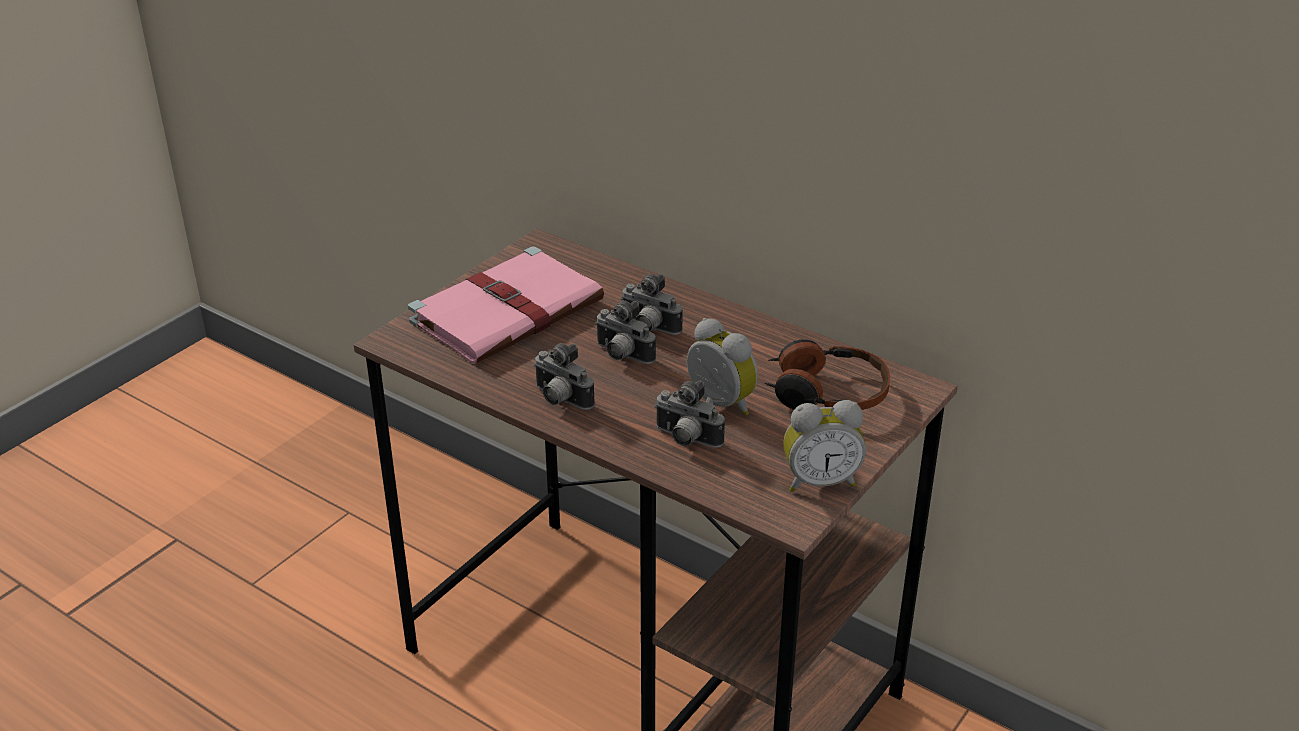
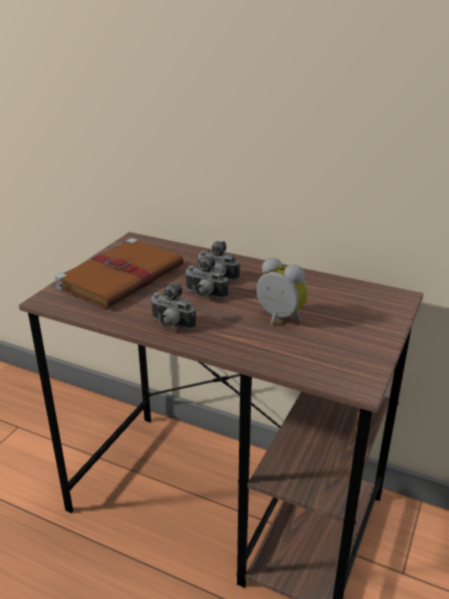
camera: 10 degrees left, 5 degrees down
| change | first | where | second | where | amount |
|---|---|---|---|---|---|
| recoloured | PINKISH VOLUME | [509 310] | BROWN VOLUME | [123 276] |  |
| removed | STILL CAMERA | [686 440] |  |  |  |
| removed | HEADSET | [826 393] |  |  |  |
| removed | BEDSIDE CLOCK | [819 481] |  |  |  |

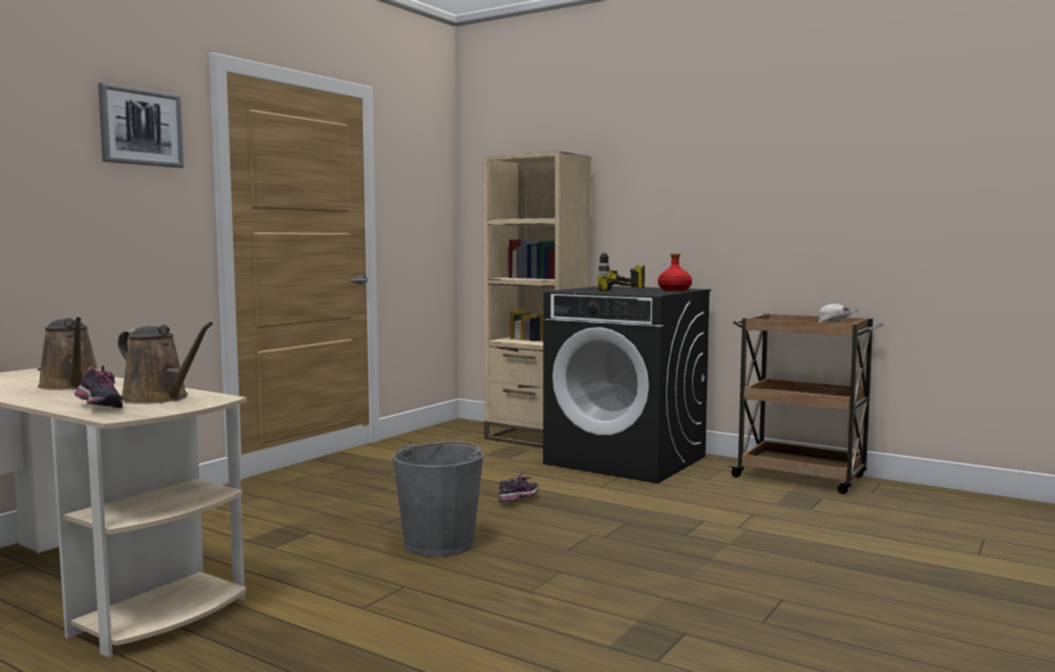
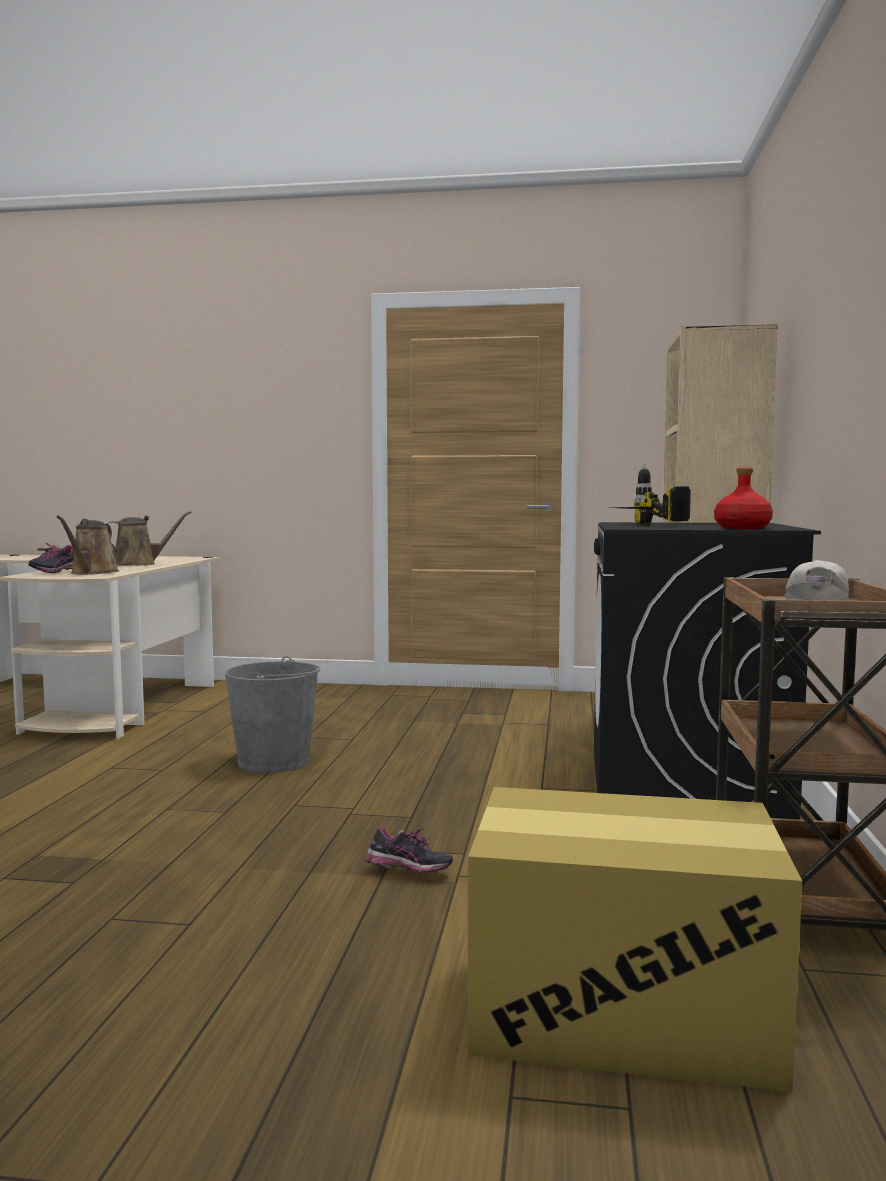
camera: 65 degrees right, 0 degrees up
| change | first | where | second | where | amount |
|---|---|---|---|---|---|
| turned | BROWN WATERING POT | [72 385] |  | [139 564] | 150 degrees counterclockwise |
| removed | WALL ART | [141 127] |  |  |  |
| moved | LOW SHOE | [518 501] |  | [408 873] |  |
| added |  |  | CARTON | [623 1011] |  |

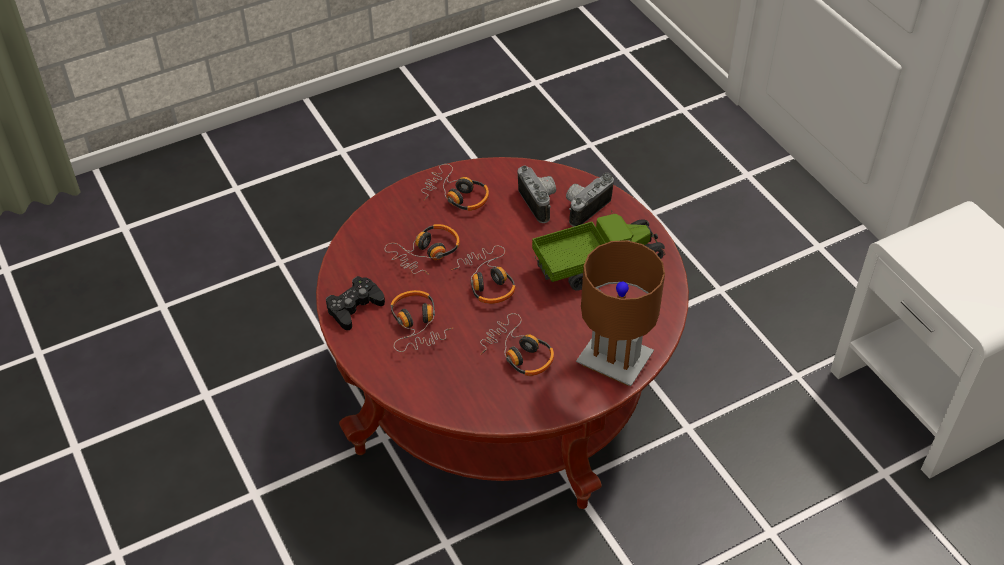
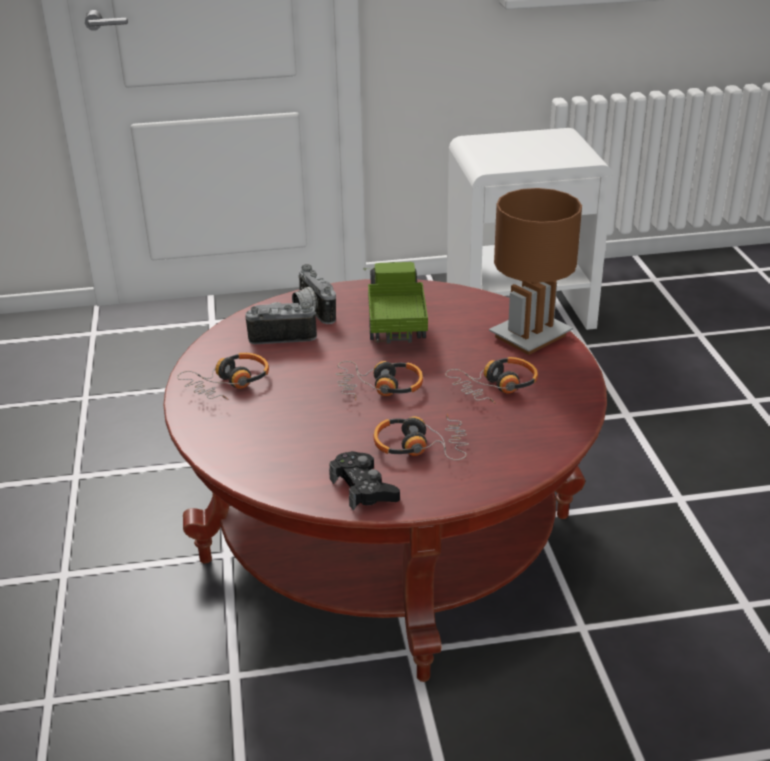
camera: 70 degrees left, 15 degrees down
| change | first | where | second | where | amount |
|---|---|---|---|---|---|
| removed | HEADSET | [426 254] |  |  |  |

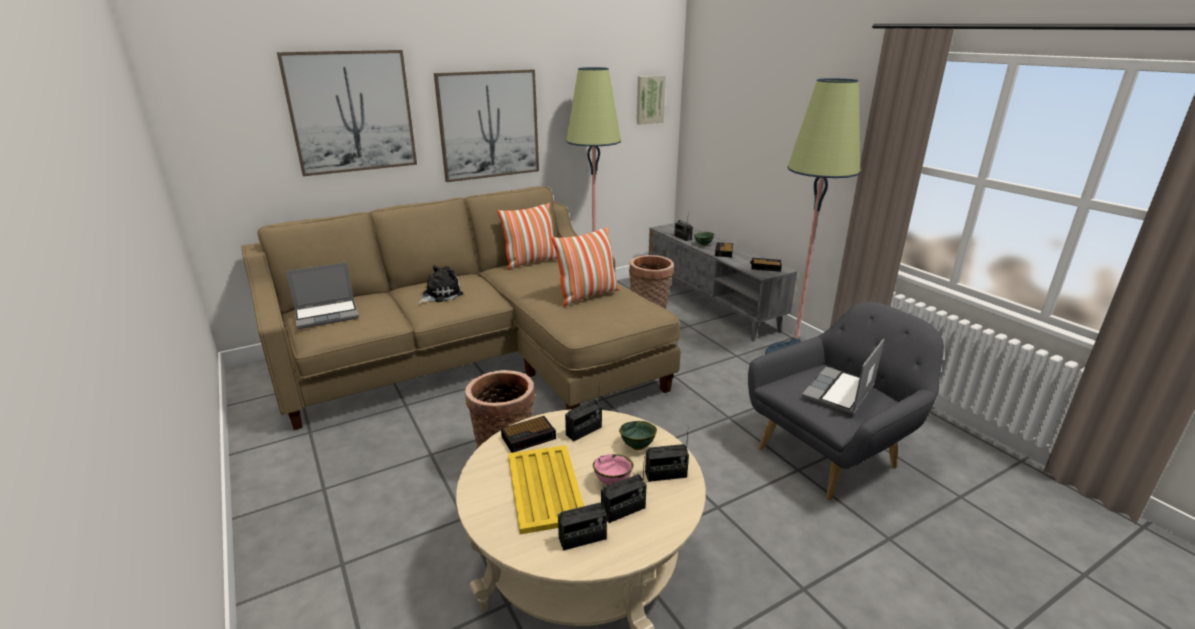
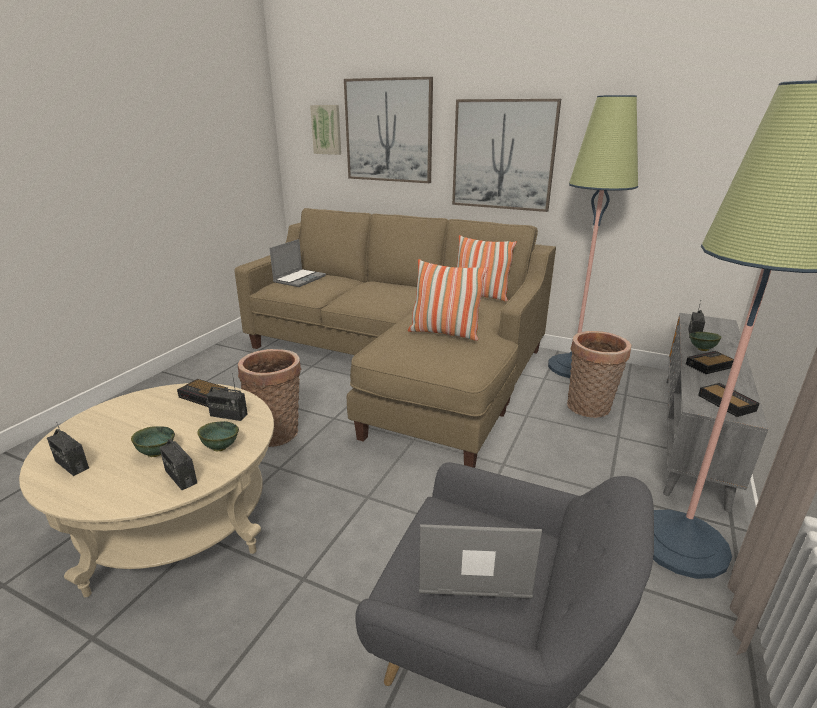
camera: 55 degrees right, 0 degrees up
| change | first | where | second | where | amount |
|---|---|---|---|---|---|
| turned | NOTEBOOK COMPUTER | [328 315] |  | [299 279] | 90 degrees counterclockwise |
| removed | SOFT TOY | [440 295] |  |  |  |
| removed | YELLOW-COLOURED SERVING TRAY | [545 489] |  |  |  |
| recoloured | PINKISH DEEP DISH | [612 482] | GREENISH DEEP DISH | [156 453] |  |
| removed | RADIO SET | [623 510] |  |  |  |
| moved | WALL ART | [649 99] |  | [327 130] |  |

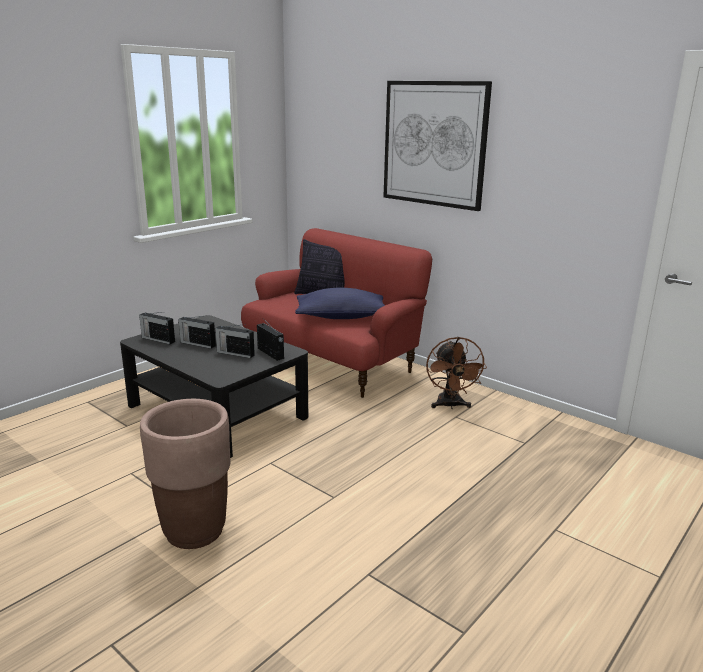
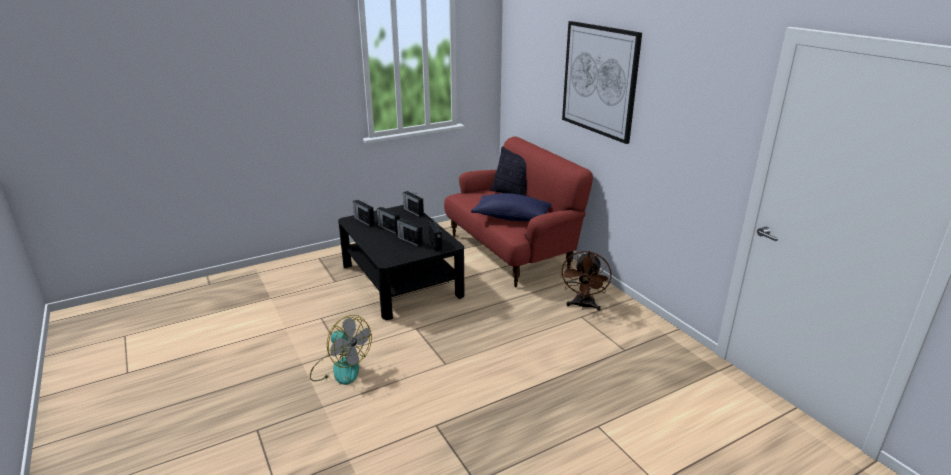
camera: 20 degrees right, 5 degrees up
| change | first | where | second | where | amount |
|---|---|---|---|---|---|
| replaced | BROWN PLANT POT | [194 531] | FAN | [340 368] |  |
| added |  |  | RADIO SET | [413 211] |  |

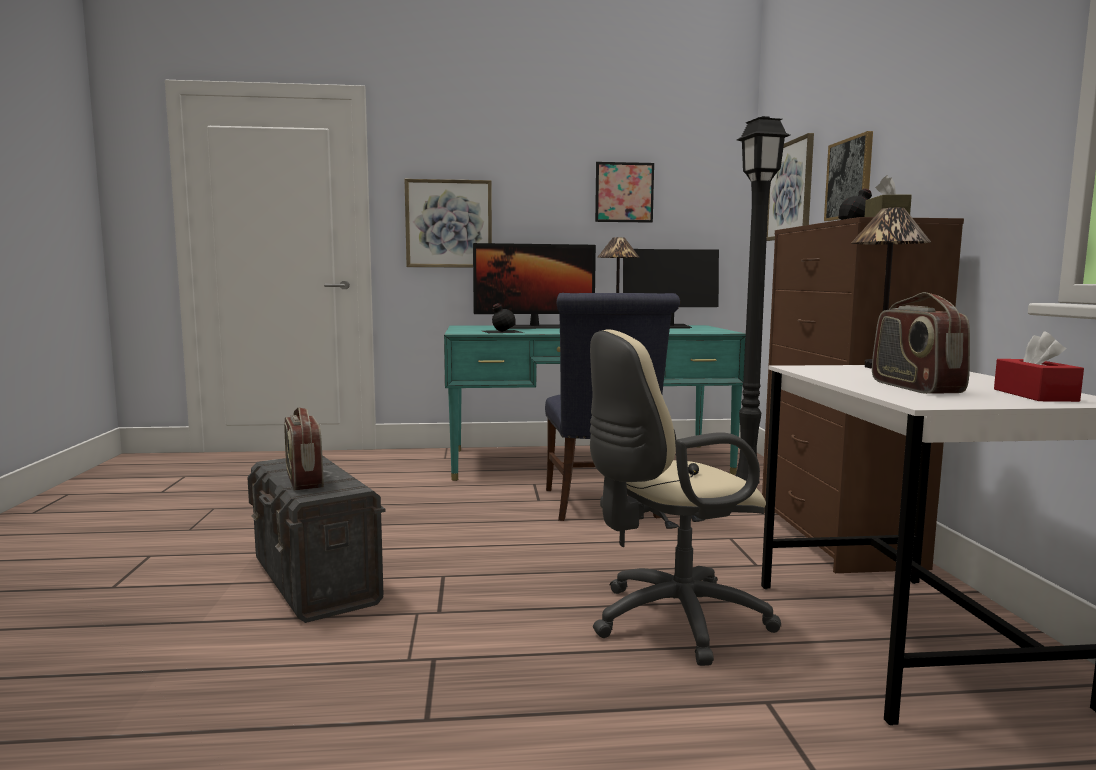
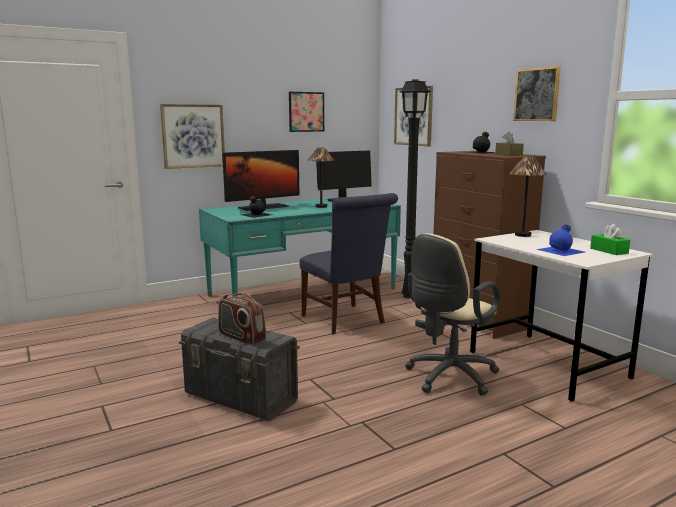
camera: 25 degrees left, 5 degrees up
| change | first | where | second | where | amount |
|---|---|---|---|---|---|
| moved | WALL ART | [849 178] |  | [537 94] |  |
| replaced | RADIO SET | [914 387] | BLUE DRINK BOTTLE | [562 250] |  |
| recoloured | RED TISSUE HOLDER | [1034 395] | GREENISH TISSUE HOLDER | [609 251] |  |

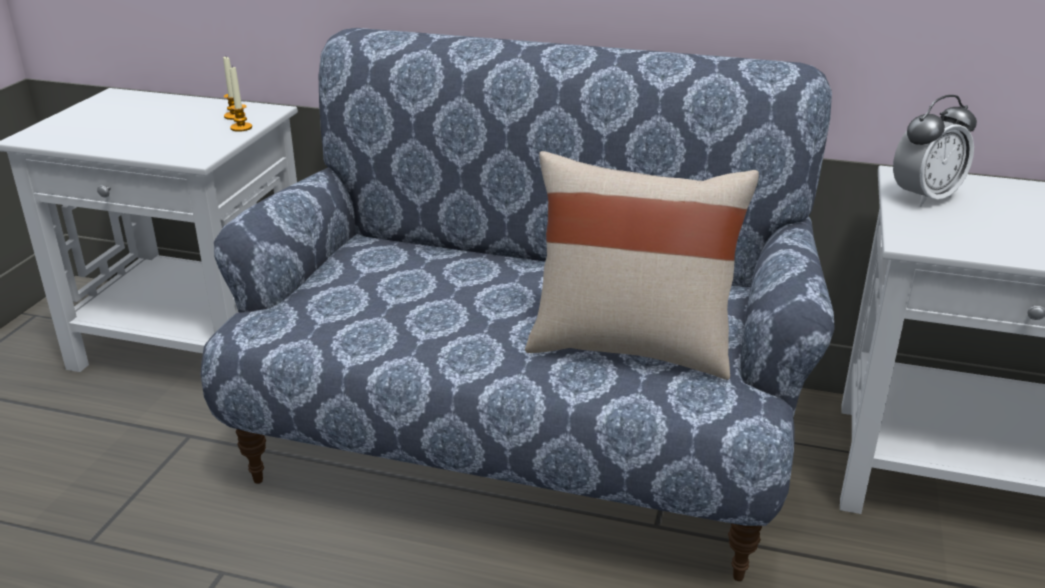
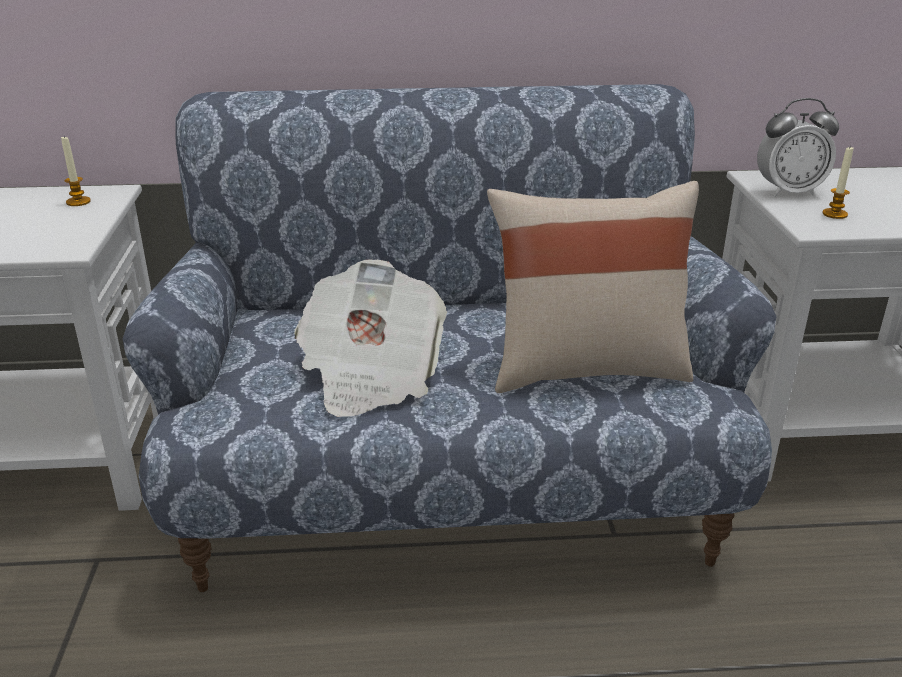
camera: 20 degrees left, 0 degrees up
| change | first | where | second | where | amount |
|---|---|---|---|---|---|
| moved | WAX CANDLE | [241 127] |  | [834 214] |  |
| turned | BEDSIDE CLOCK | [924 197] |  | [788 192] | 45 degrees clockwise |
| added |  |  | DAILY PAPER | [370 374] |  |

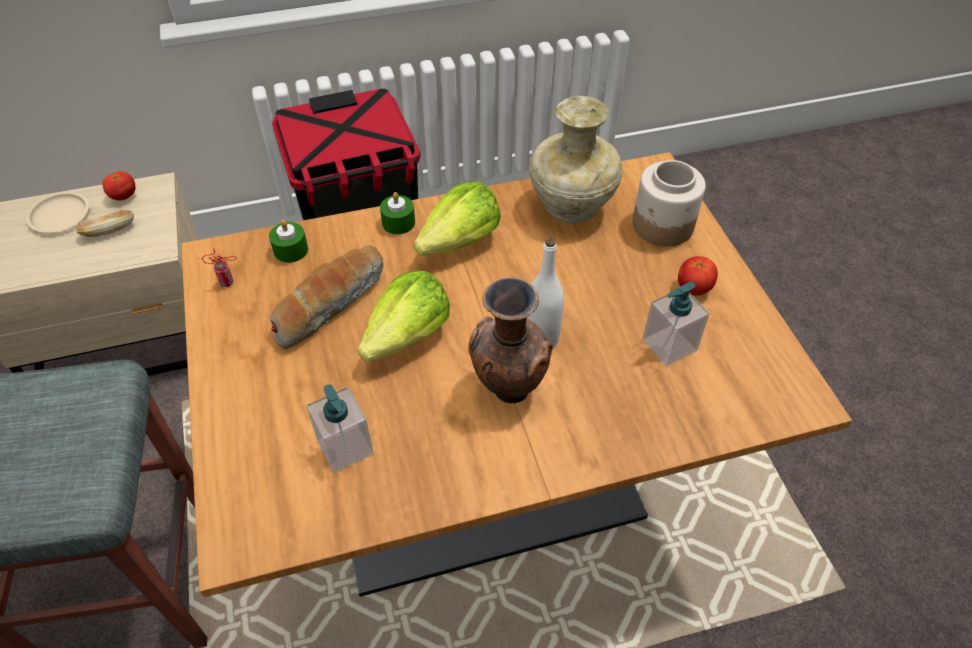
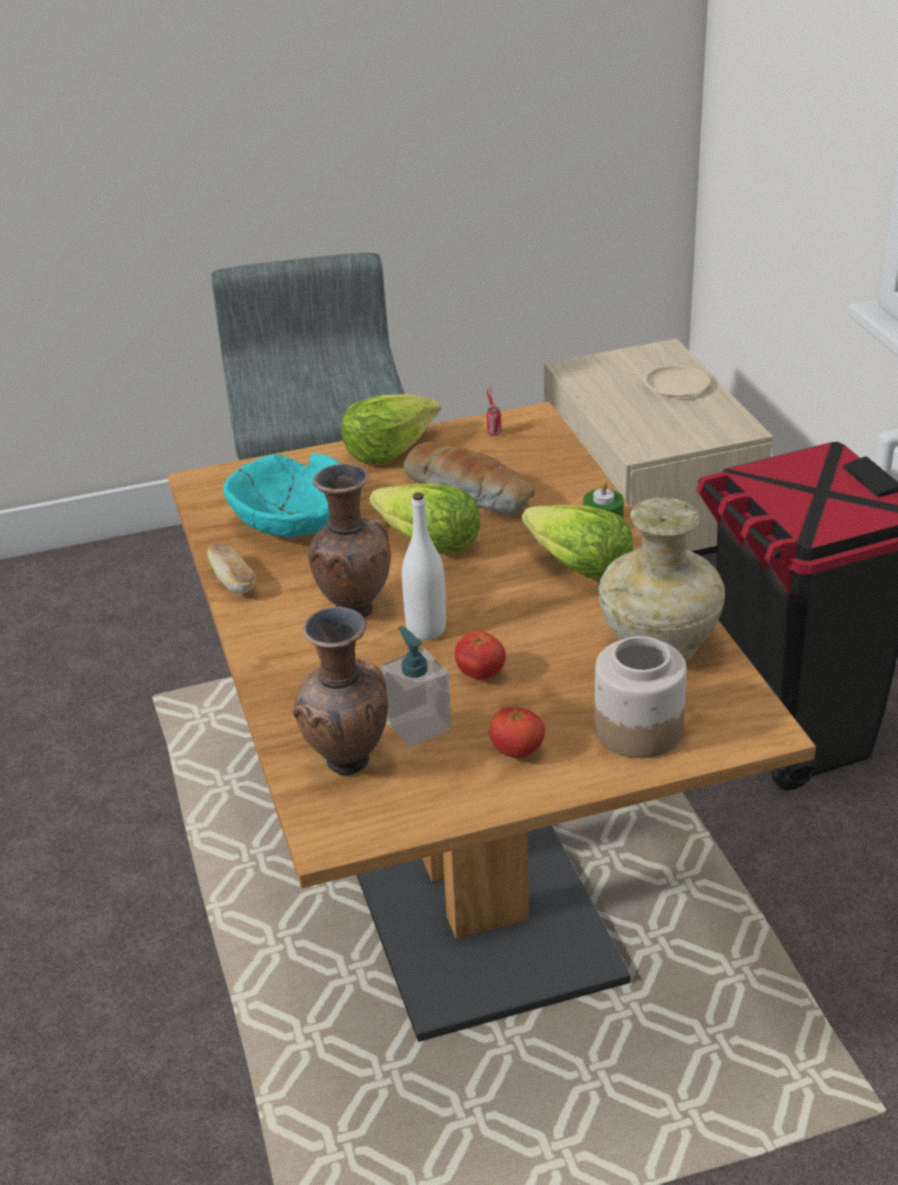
camera: 90 degrees right, 15 degrees down
| change | first | where | second | where | amount |
|---|---|---|---|---|---|
| moved | BAKED BREAD | [109 231] |  | [233 581] |  |
| moved | TOMATO | [124 196] |  | [480 674] |  |
| removed | GREENISH WAX CANDLE | [291 250] |  |  |  |
| replaced | SOAP DISPENSER | [345 447] | TURQUOISE DEEP DISH | [292 521] |  |
| added |  |  | BROWN DECORATIVE VASE | [348 765] |  |
| added |  |  | LETTUCE | [388 449] |  |

